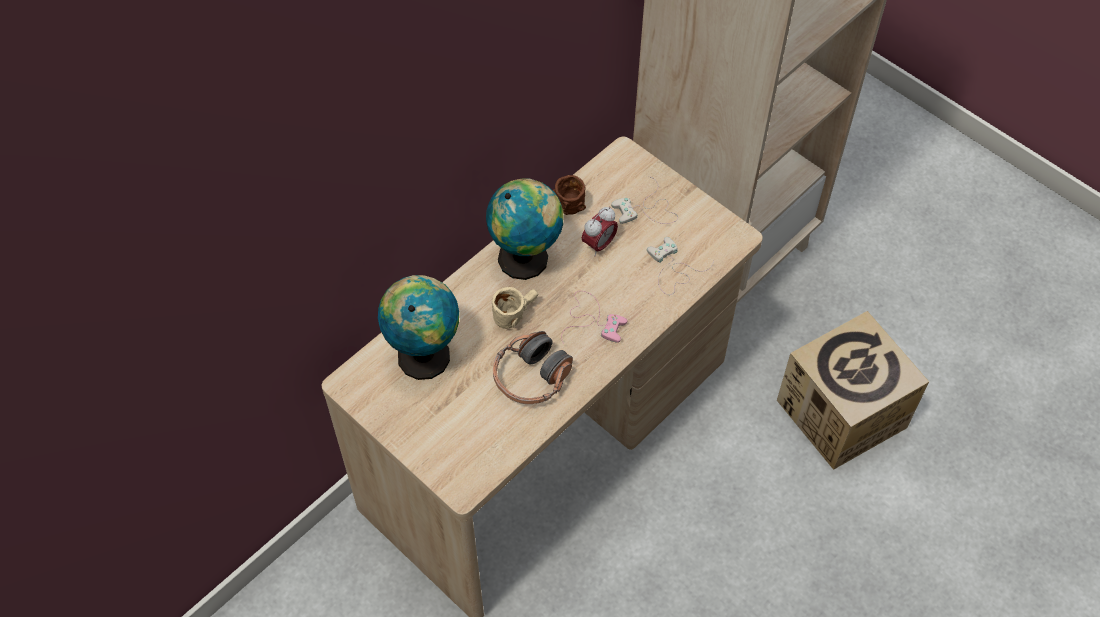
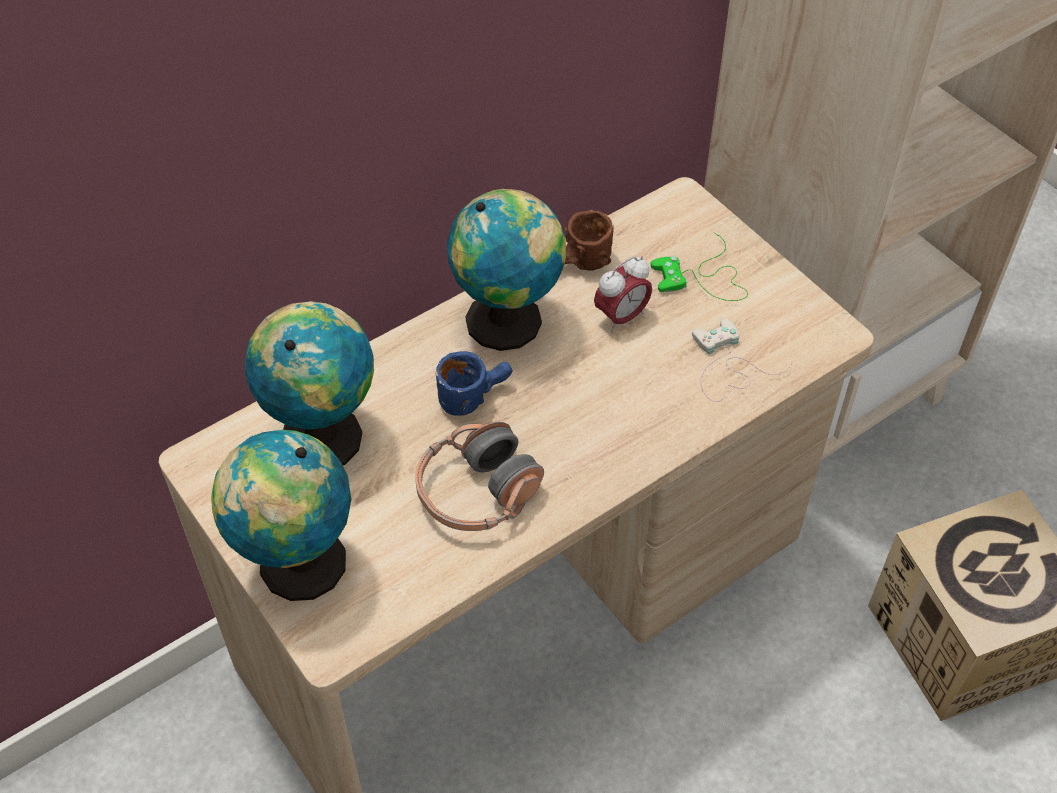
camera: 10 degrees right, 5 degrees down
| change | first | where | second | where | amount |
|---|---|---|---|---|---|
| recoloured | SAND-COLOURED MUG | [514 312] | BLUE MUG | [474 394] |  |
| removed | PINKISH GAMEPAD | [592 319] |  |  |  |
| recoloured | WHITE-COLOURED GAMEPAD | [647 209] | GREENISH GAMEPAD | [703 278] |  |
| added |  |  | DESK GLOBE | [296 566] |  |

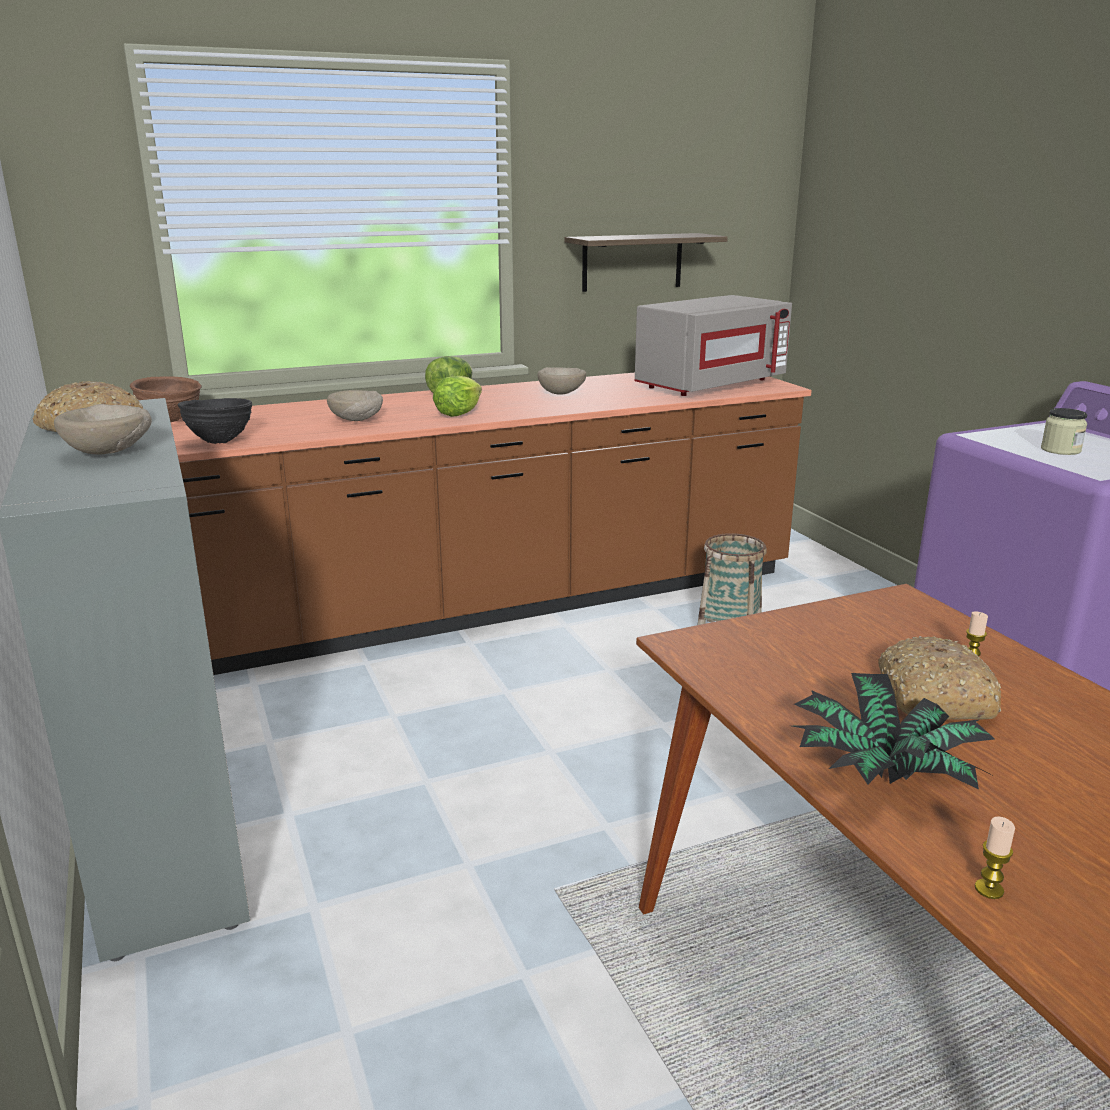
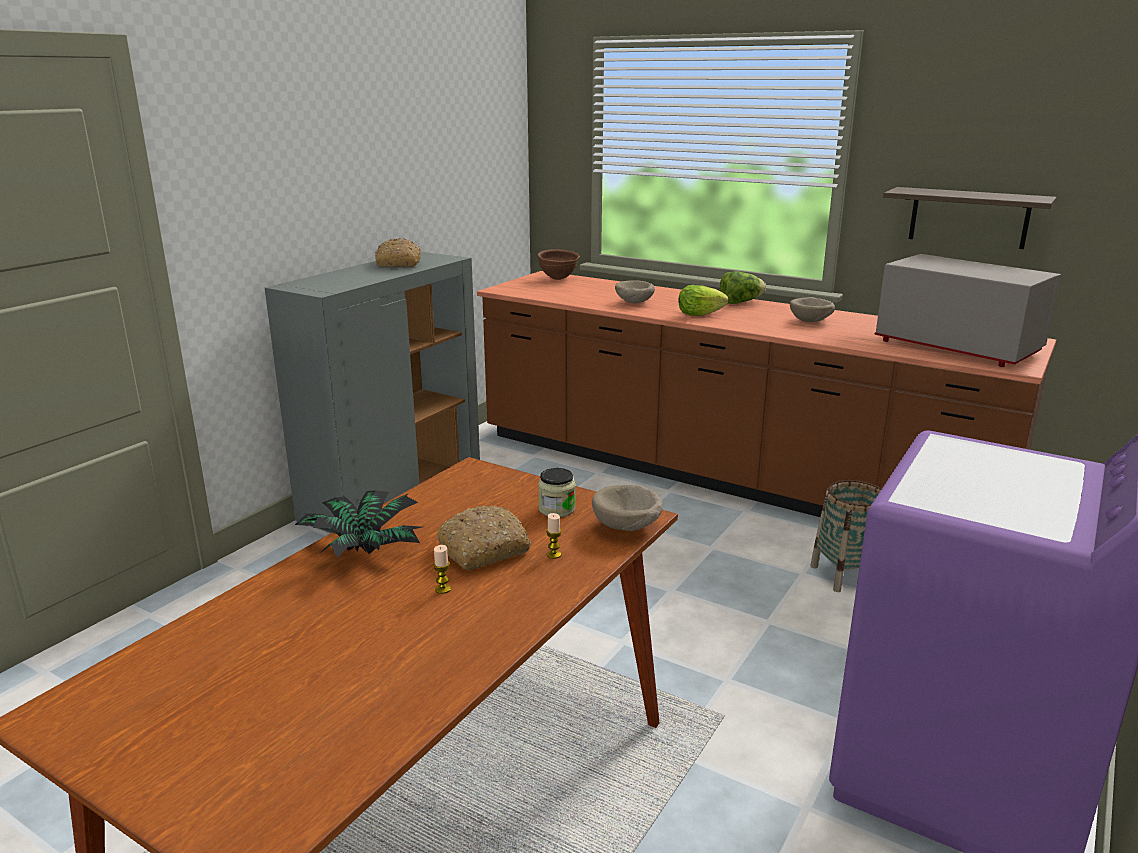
camera: 55 degrees right, 0 degrees up
| change | first | where | second | where | amount |
|---|---|---|---|---|---|
| moved | SAND-COLOURED DEEP DISH | [111 452] |  | [628 528] |  |
| removed | BLACK DEEP DISH | [220 442] |  |  |  |
| turned | GRAY MICROWAVE | [710 385] |  | [955 348] | 150 degrees counterclockwise |
| moved | WAX CANDLE | [989 889] |  | [443 589] |  |
| moved | PRESERVE JAR | [1060 450] |  | [557 509] |  |

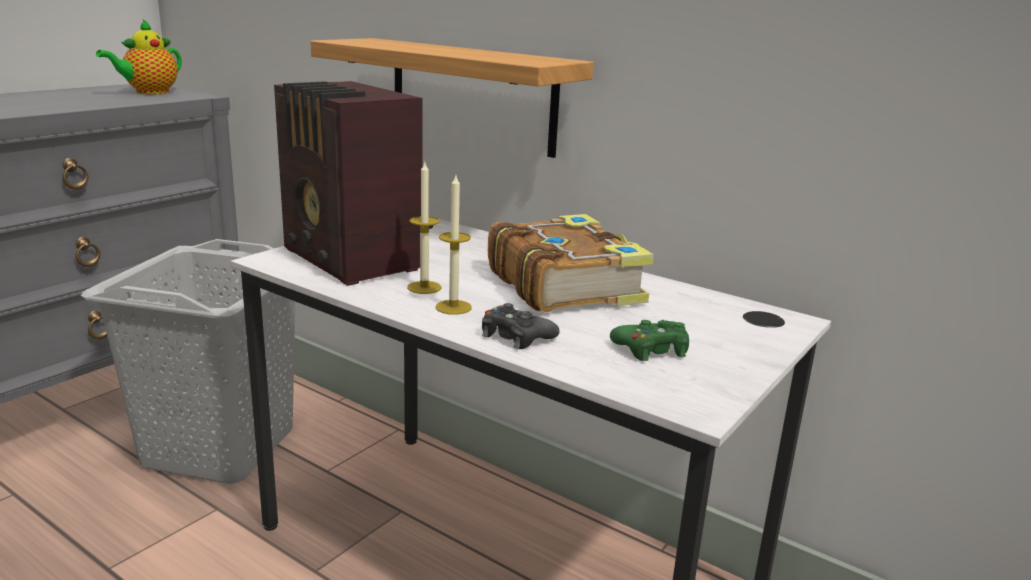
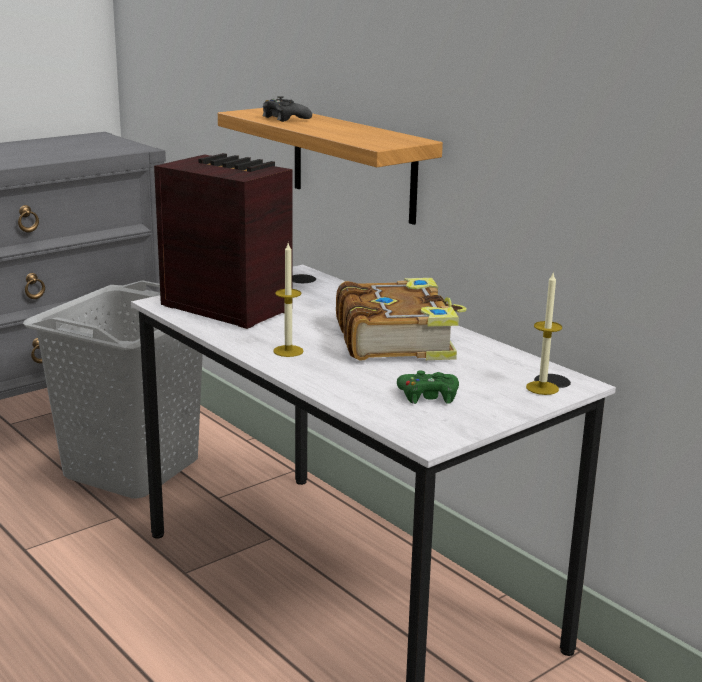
camera: 15 degrees right, 0 degrees up
| change | first | where | second | where | amount |
|---|---|---|---|---|---|
| removed | TEA POT | [149 92] |  |  |  |
| turned | RADIO SET | [350 260] |  | [226 307] | 150 degrees clockwise |
| moved | WAX CANDLE | [424 287] |  | [542 388] |  |
| moved | BLACK GAMEPAD | [516 336] |  | [285 118] |  |

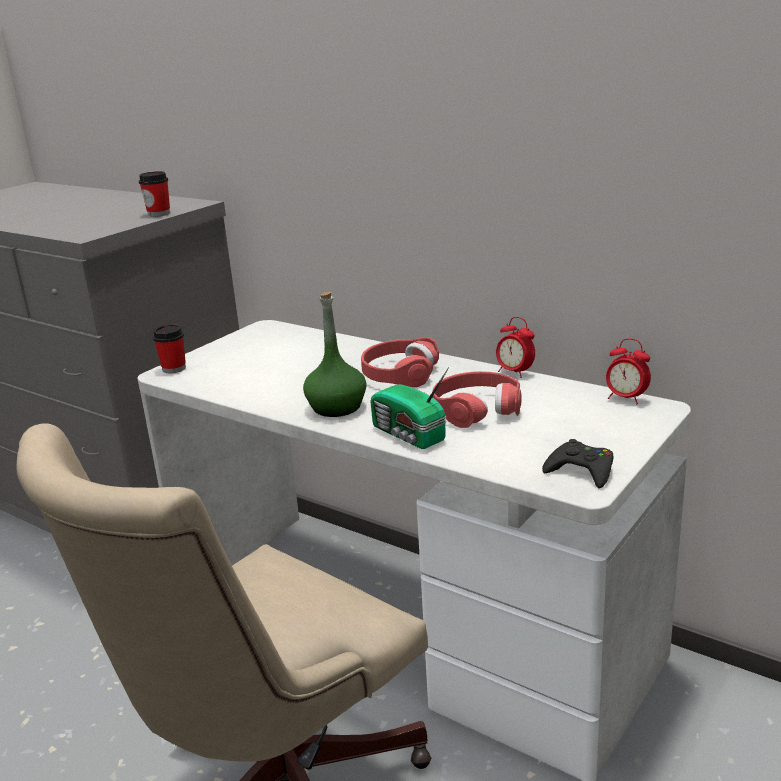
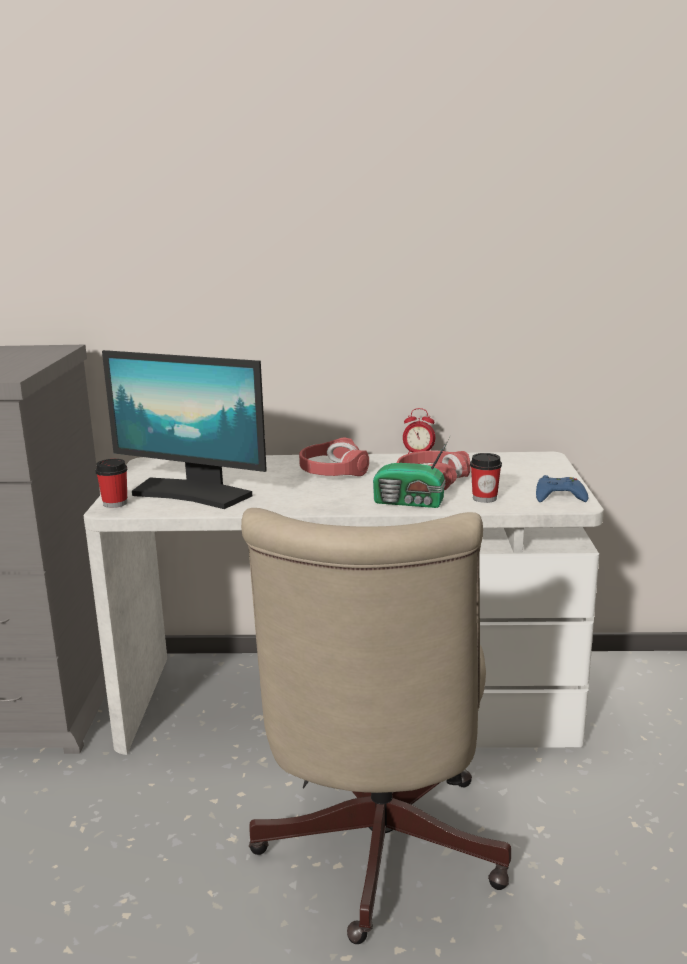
camera: 35 degrees left, 5 degrees down
| change | first | where | second | where | amount |
|---|---|---|---|---|---|
| moved | CUP | [159 214] |  | [484 498] |  |
| removed | GREENISH DRINK BOTTLE | [336 407] |  |  |  |
| recoloured | BLACK GAMEPAD | [581 471] | BLUE GAMEPAD | [559 496] |  |
| removed | BEDSIDE CLOCK | [626 398] |  |  |  |
| added |  |  | COMPUTER SCREEN | [192 493] |  |

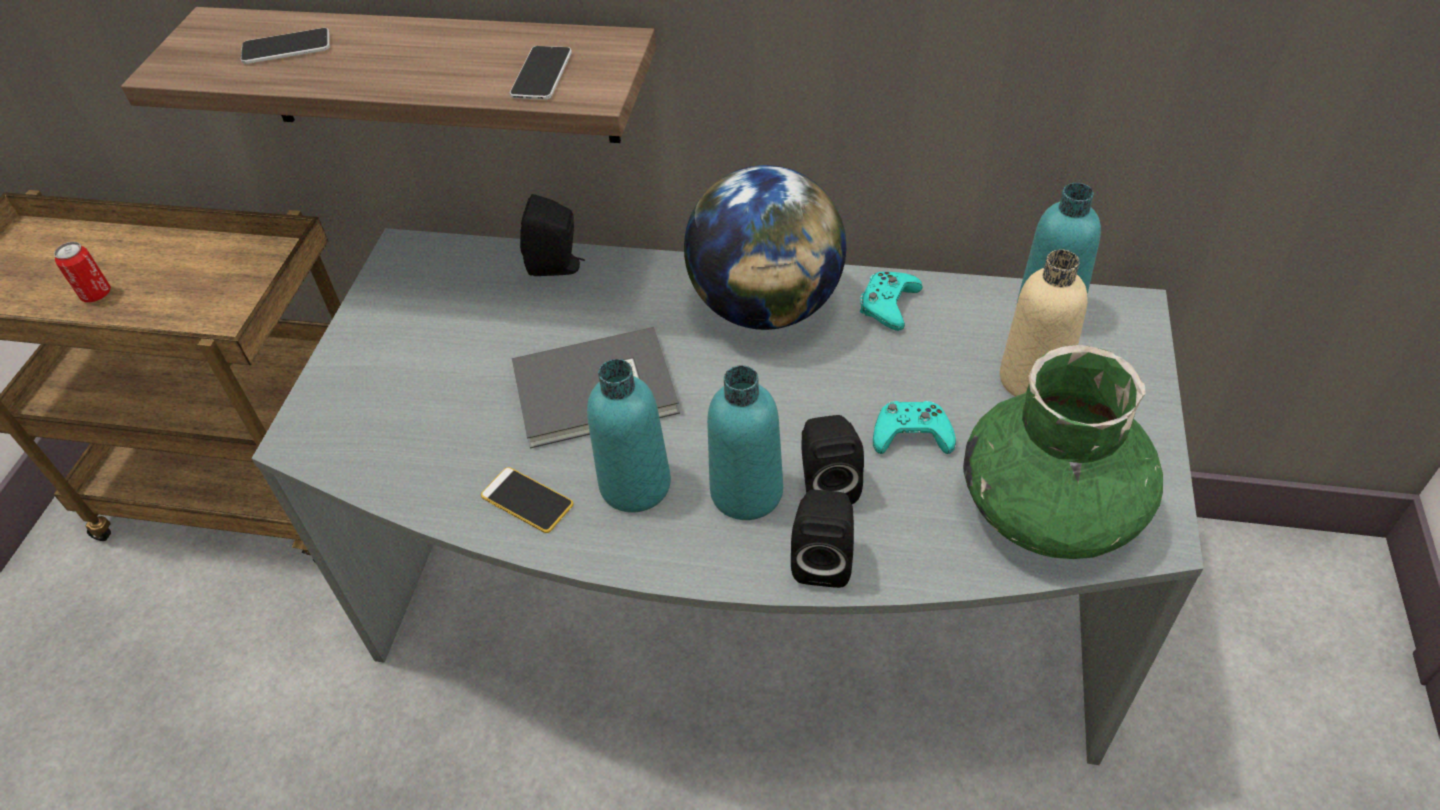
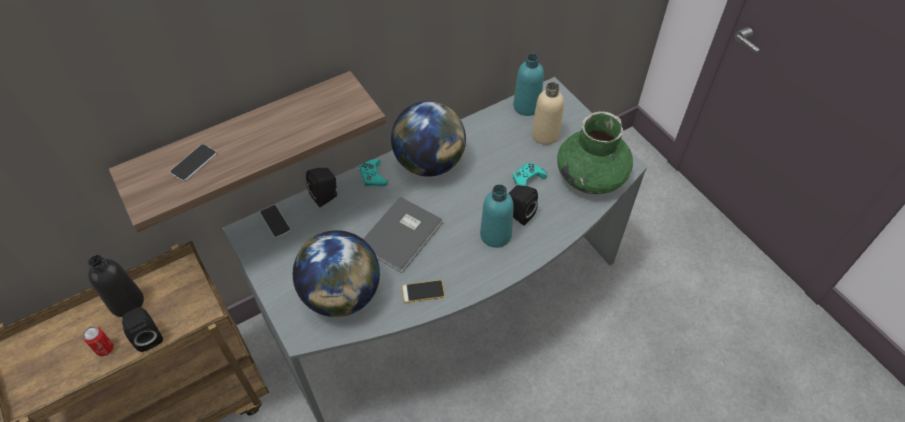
camera: 45 degrees left, 5 degrees up
| change | first | where | second | where | amount |
|---|---|---|---|---|---|
| moved | PHONE | [542 74] |  | [275 221] |  |
| removed | TURQUOISE DRINK BOTTLE | [635 485] |  |  |  |
| moved | BLACK LOUDSPEAKER | [823 559] |  | [148 336] |  |
| moved | TURQUOISE GAMEPAD | [888 305] |  | [373 176] |  |
| added |  |  | BLACK DRINK BOTTLE | [127 302] |  |
| added |  |  | DESK GLOBE | [342 295] |  |

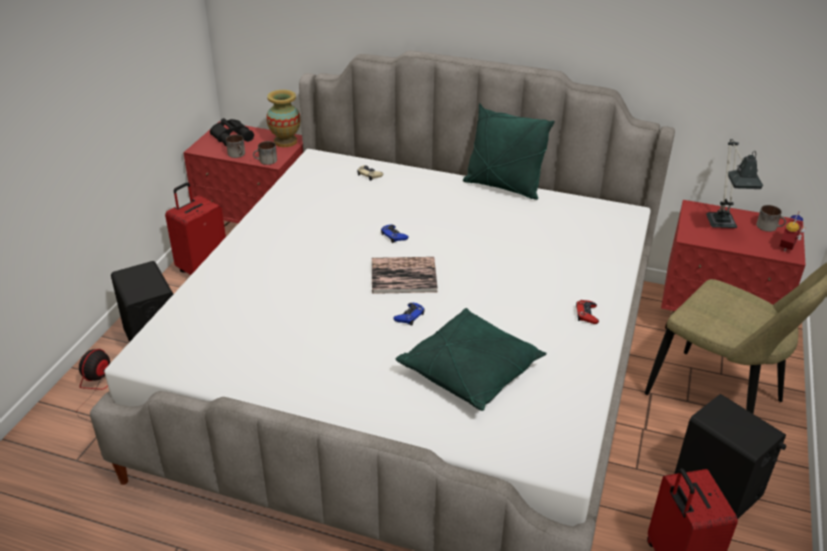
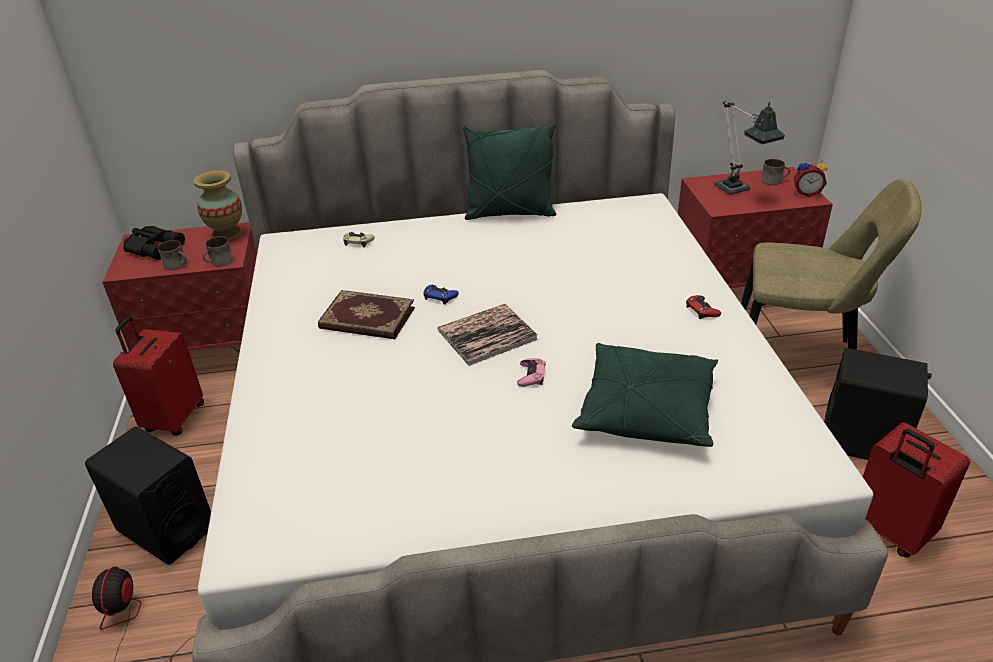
camera: 25 degrees left, 0 degrees up
| change | first | where | second | where | amount |
|---|---|---|---|---|---|
| recoloured | BLUE GAMEPAD | [409 316] | PINKISH GAMEPAD | [531 376] |  |
| turned | BEDSIDE CLOCK | [789 247] |  | [806 193] | 90 degrees counterclockwise |
| added |  |  | VOLUME | [367 319] |  |

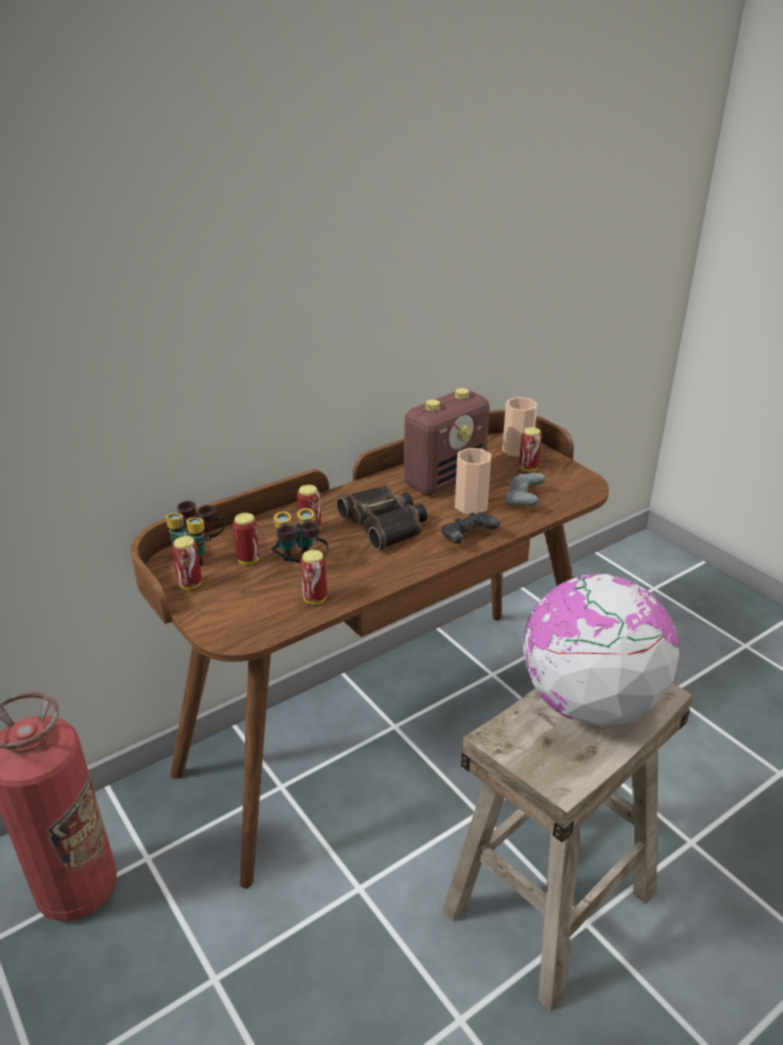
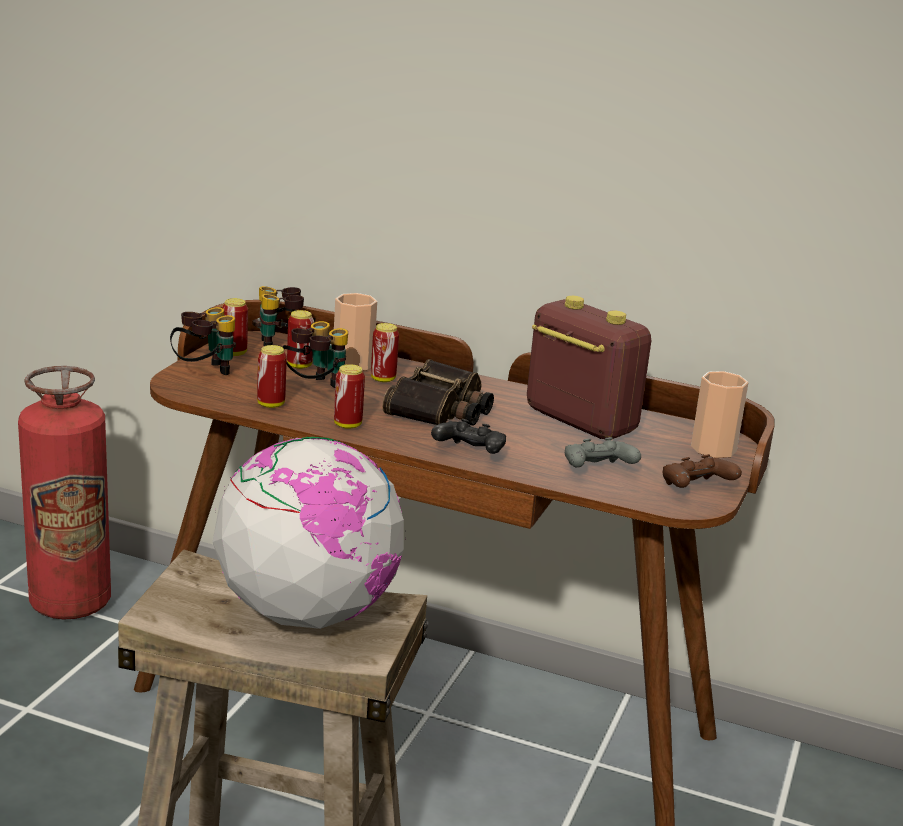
camera: 55 degrees right, 10 degrees down
| change | first | where | second | where | amount |
|---|---|---|---|---|---|
| turned | RADIO SET | [445 479] |  | [579 421] | 150 degrees counterclockwise |
| moved | CUP | [471 506] |  | [352 364] |  |
| moved | CAN | [528 468] |  | [347 425] |  |
| added |  |  | FIELD GLASSES | [204 372] |  |
| added |  |  | BROWN GAMEPAD | [695 489] |  |

